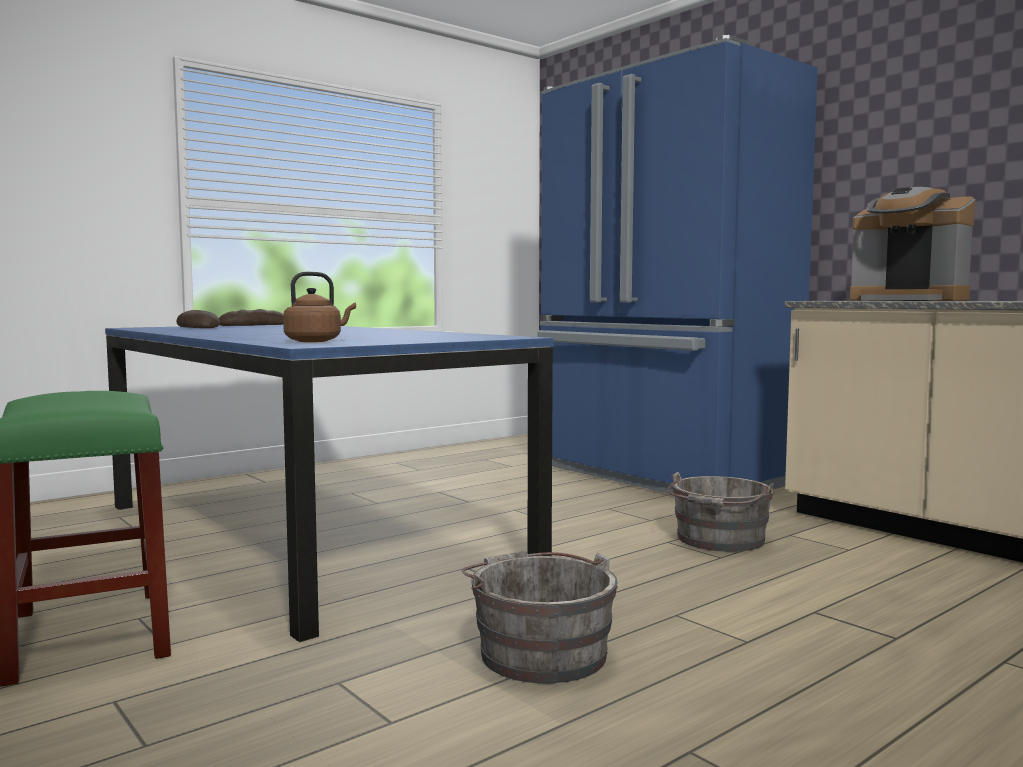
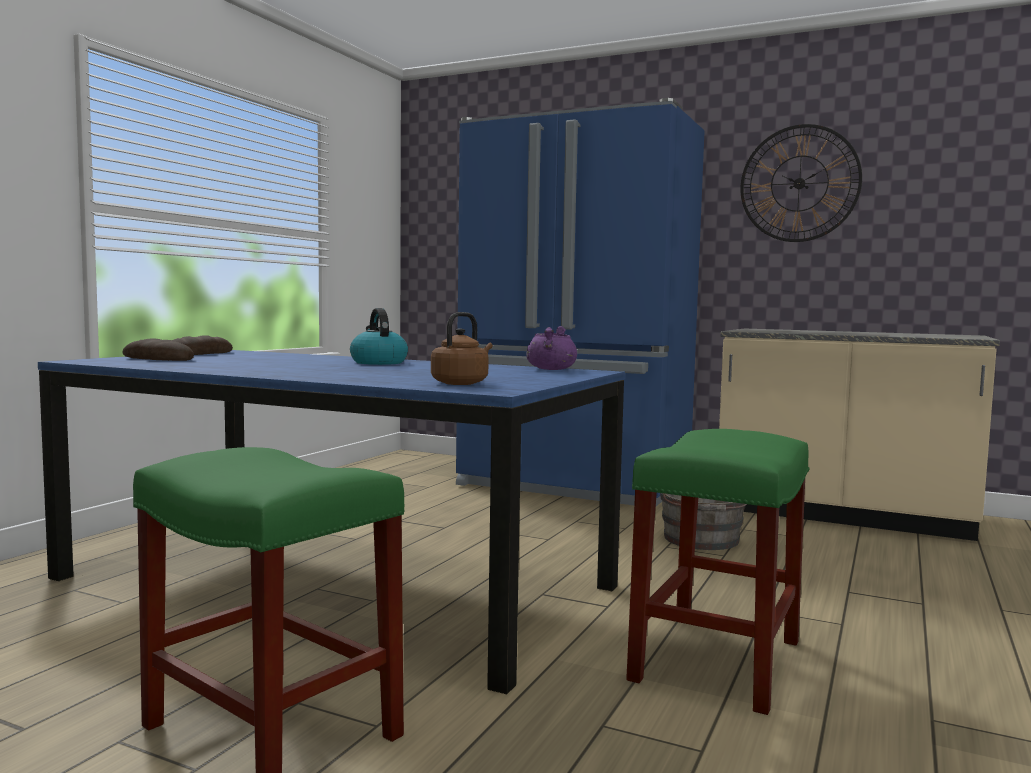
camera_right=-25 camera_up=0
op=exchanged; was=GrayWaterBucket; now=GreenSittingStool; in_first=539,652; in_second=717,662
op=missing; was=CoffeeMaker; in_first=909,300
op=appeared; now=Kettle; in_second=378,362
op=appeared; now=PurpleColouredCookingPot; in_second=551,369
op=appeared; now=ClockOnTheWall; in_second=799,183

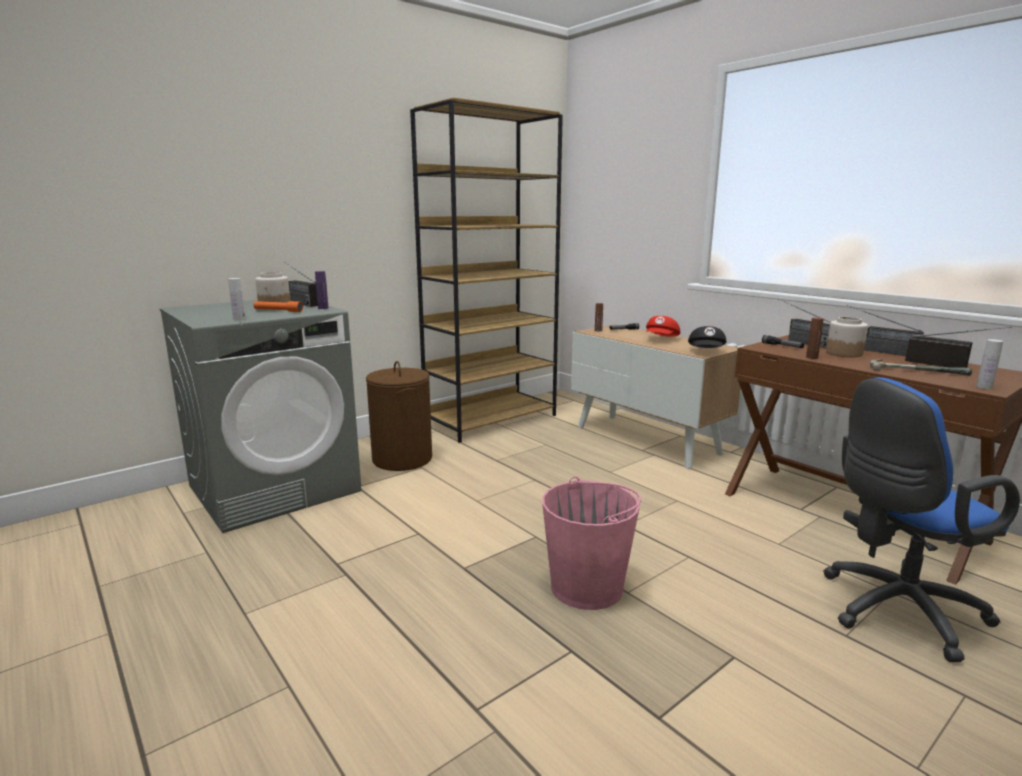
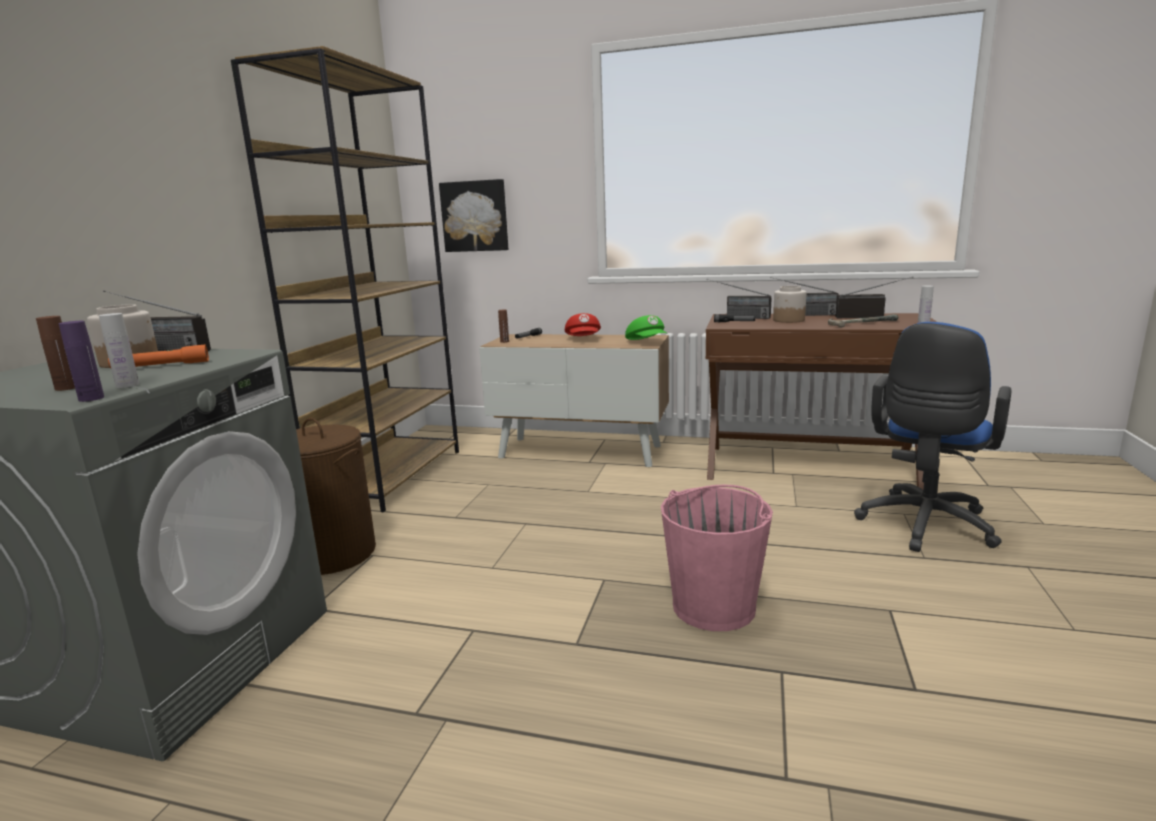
camera_right=-35 camera_up=0
op=relocated; was=PurpleColouredBottle; in_first=323,308; in_second=91,398
op=colour; was=BlackPeakedCap; now=GreenPeakedCap; in_first=707,352; in_second=647,342
op=relocated; was=BrownBottle; in_first=812,357; in_second=67,388
op=appeared; now=WallPicture; in_second=475,216

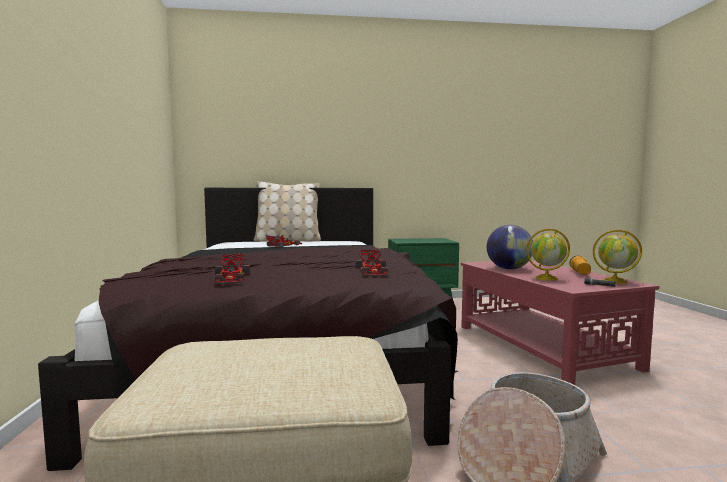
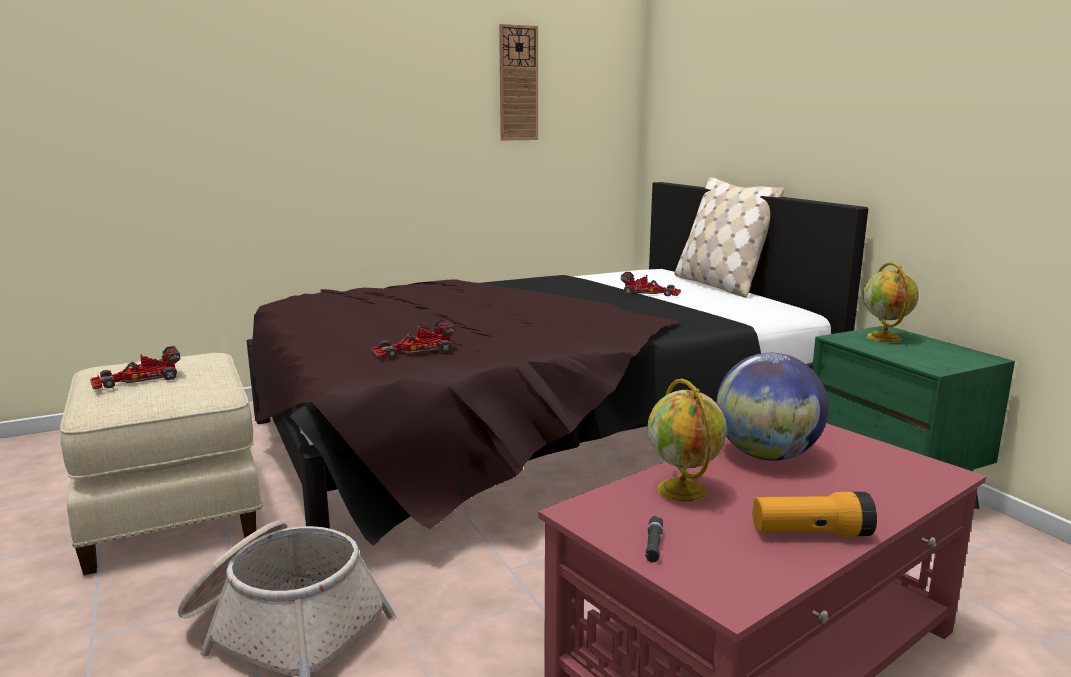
camera_right=70 camera_up=10
op=relocated; was=MiniatureCar; in_first=231,277; in_second=137,378
op=relocated; was=WorldGlobe; in_first=615,281; in_second=885,338
op=appeared; now=ClockOnTheWall; in_second=518,83

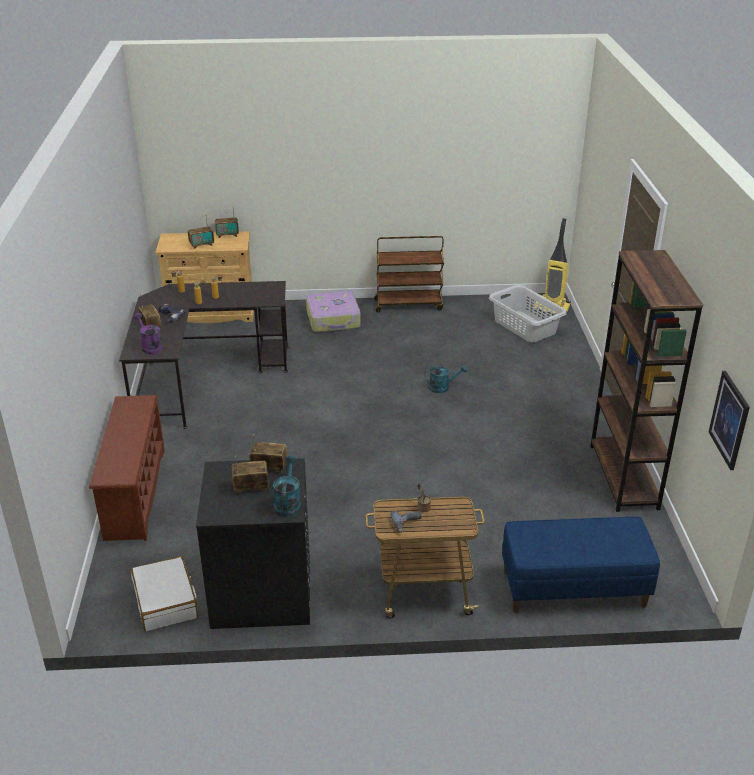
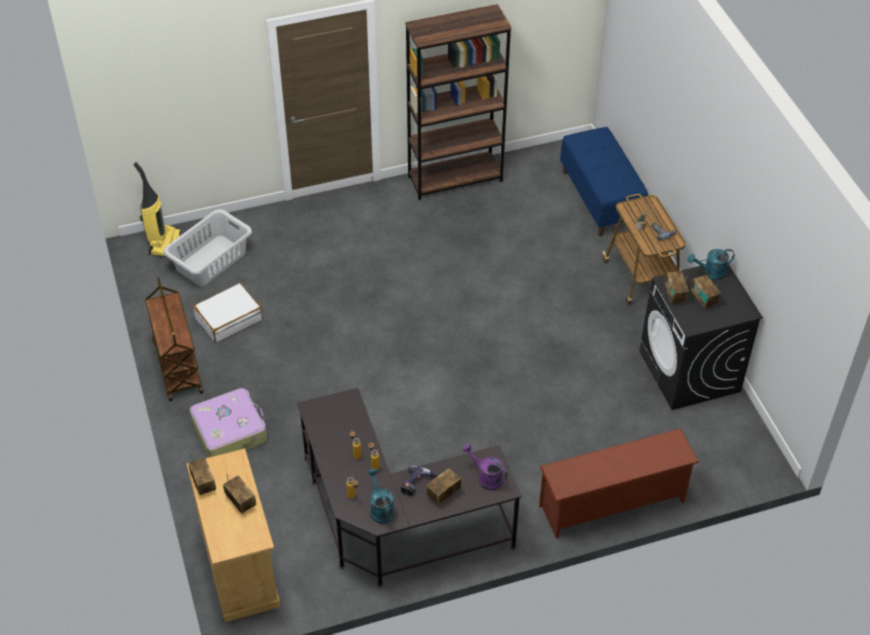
camera_right=-105 camera_up=15
op=relocated; was=WhitePieceOfLuggage; in_first=166,601; in_second=228,319
op=spun; was=PurpleColouredWateringPot; in_first=150,346; in_second=486,478; clockwise=90
op=relocated; was=TurquoiseWateringPot; in_first=442,387; in_second=380,508
op=missing; was=WallPicture; in_first=729,420

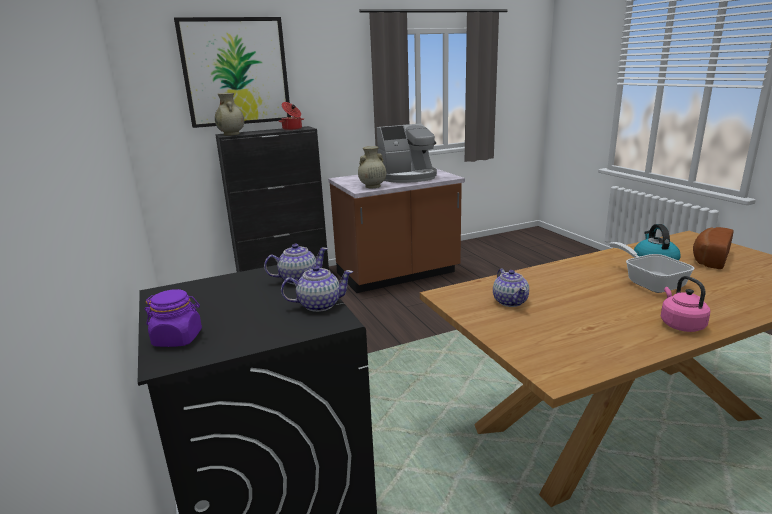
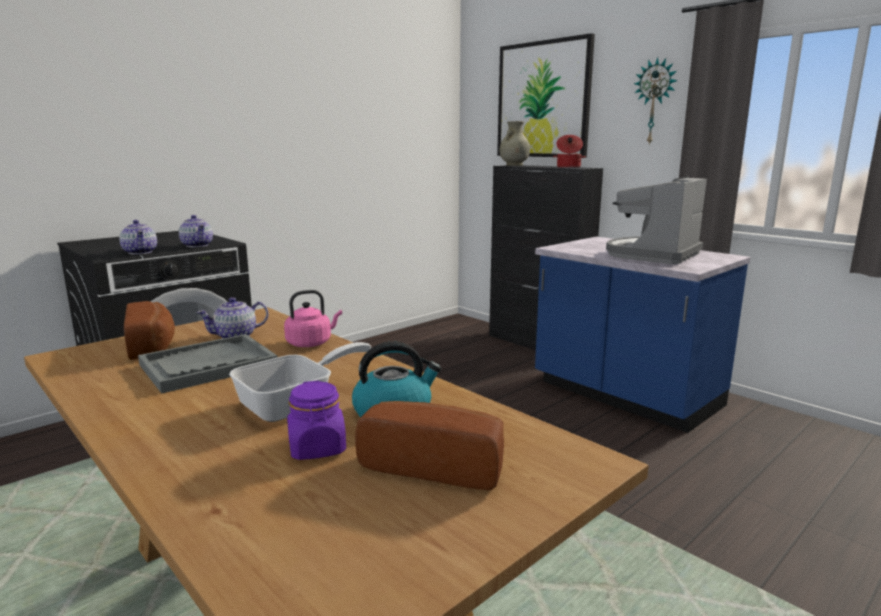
camera_right=70 camera_up=-5
op=relocated; was=PurpleColouredJar; in_first=178,338; in_second=317,448
op=colour; was=BrownCounter; now=BluishCounter; in_first=398,274; in_second=625,395
op=missing; was=SandColouredFlowerVase; in_first=372,186
op=spun; was=CoffeeMaker; in_first=407,177; in_second=652,255; clockwise=75
op=relocated; was=PinkColouredKettle; in_first=680,324; in_second=311,343
op=appeared; now=Bread; in_second=153,345
op=appeared; now=GrayTray; in_second=208,365
op=appeared; now=ClockOnTheWall; in_second=655,102

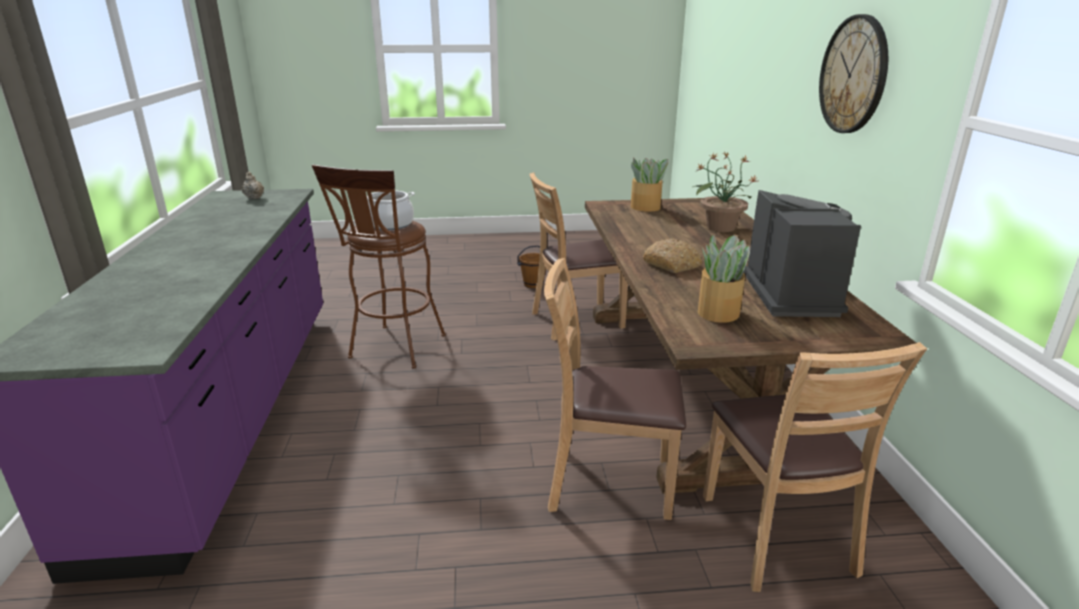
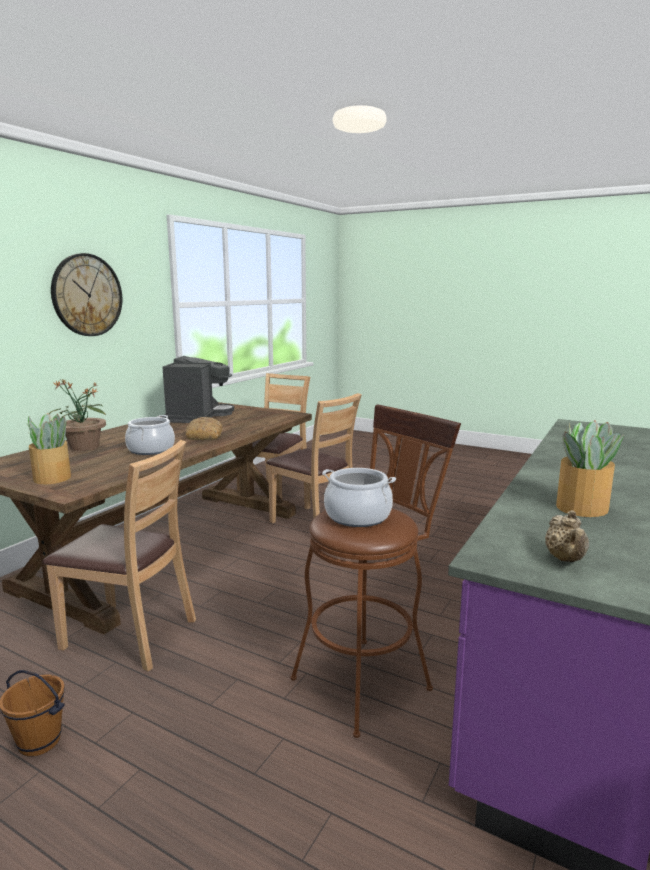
camera_right=-145 camera_up=-10
op=relocated; was=Houseplant; in_first=719,312; in_second=580,507
op=spun; was=CoffeeMaker; in_first=793,295; in_second=197,416; clockwise=150
op=appeared; now=CookingPot; in_second=151,450

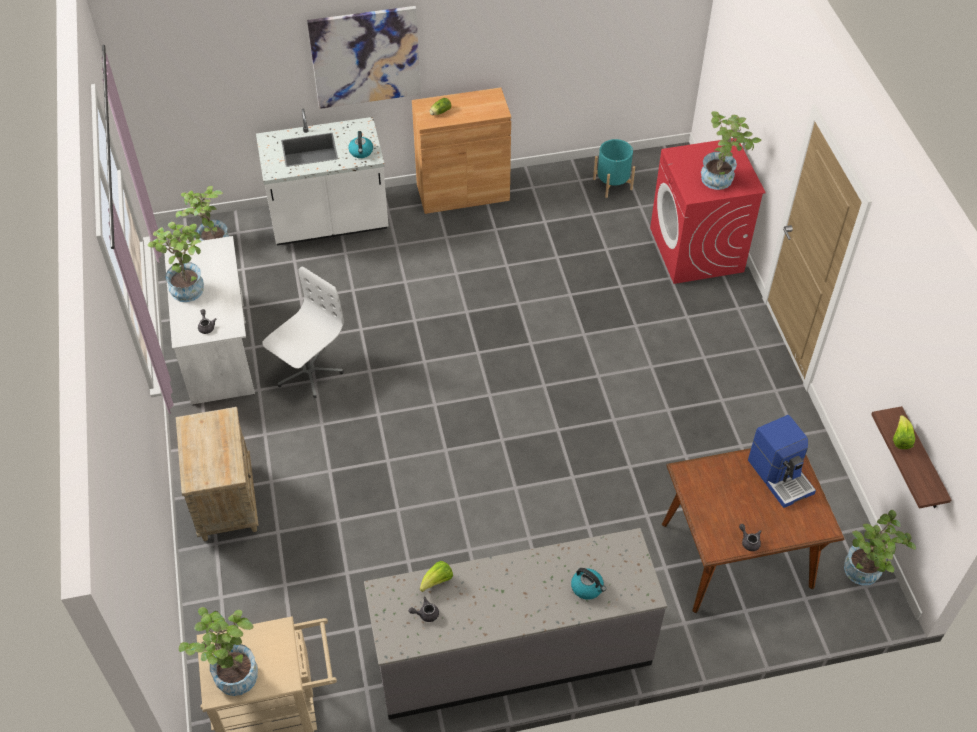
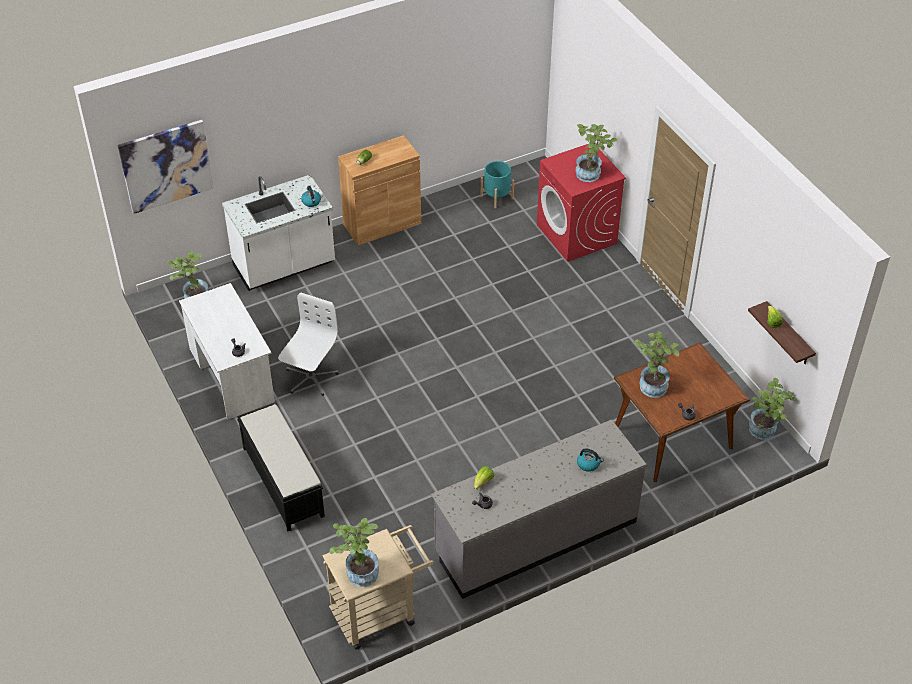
camera_right=-15 camera_up=-5
op=relocated; was=Houseplant; in_first=189,286; in_second=652,384
op=exchanged; was=SandColouredNightstand; now=BlackBench; in_first=226,501; in_second=282,481
op=relocated; was=WallPicture; in_first=365,57; in_second=166,166
op=missing; was=CoffeeMaker; in_first=780,475

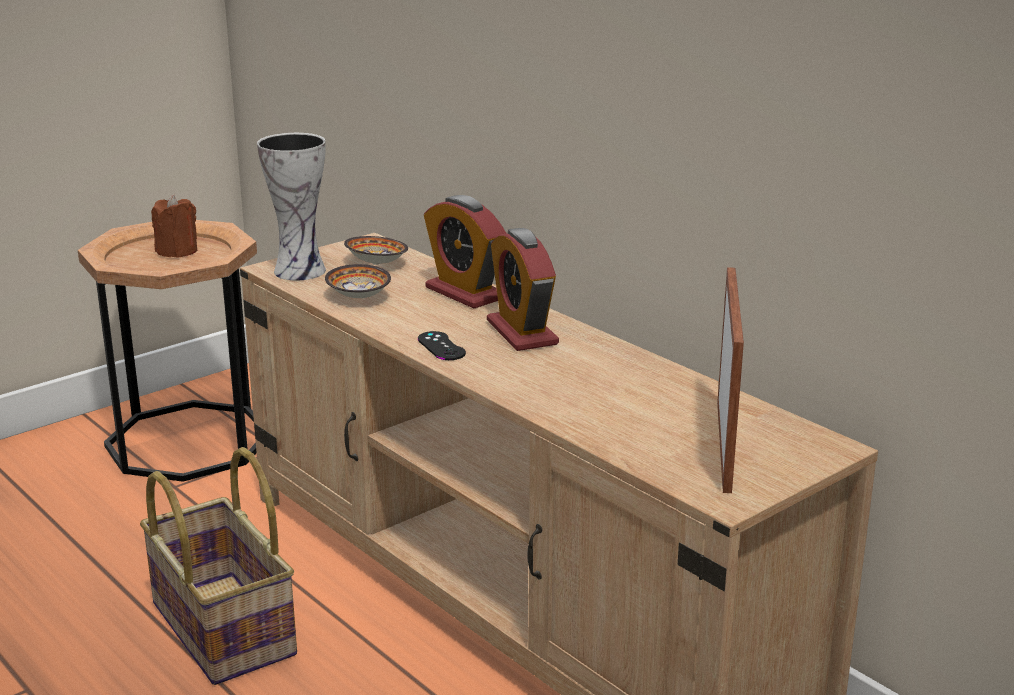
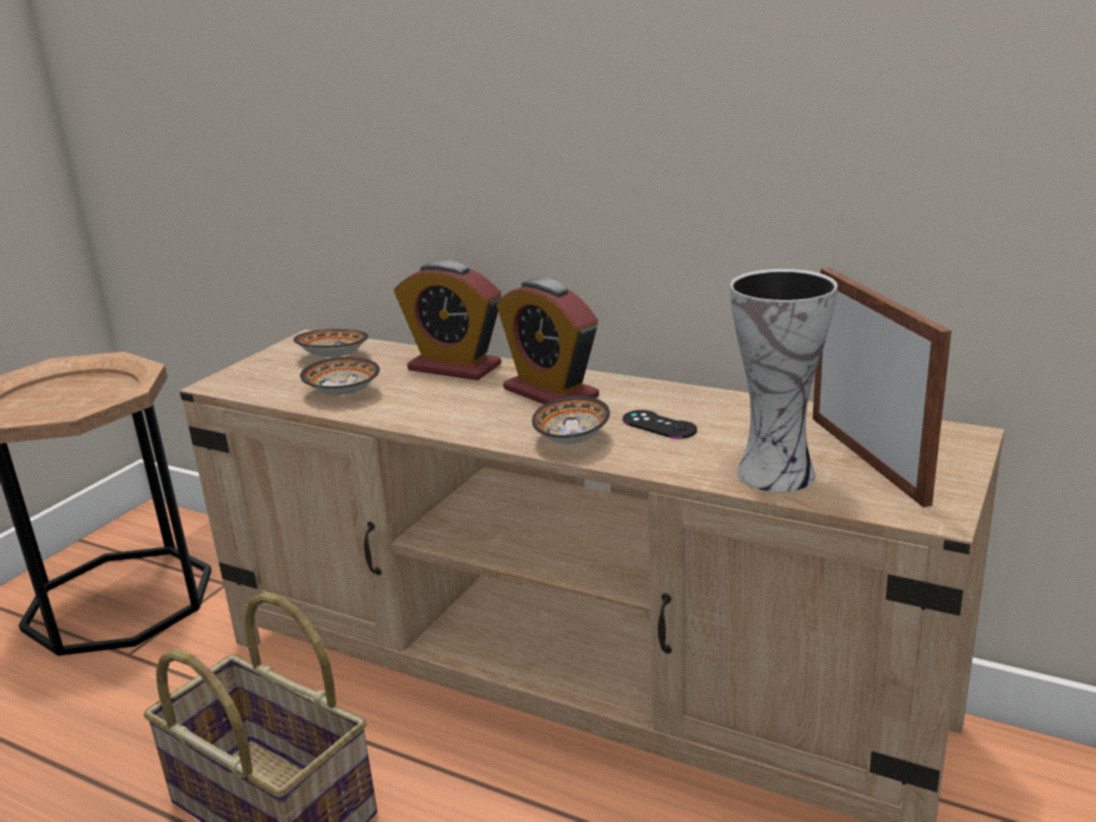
camera_right=-20 camera_up=0
op=missing; was=BrownWaxCandle; in_first=177,251
op=relocated; was=FlowerVase; in_first=301,270; in_second=775,471
op=relocated; was=BlackGameController; in_first=441,346; in_second=659,425
op=appeared; now=DeepDish; in_second=572,440

